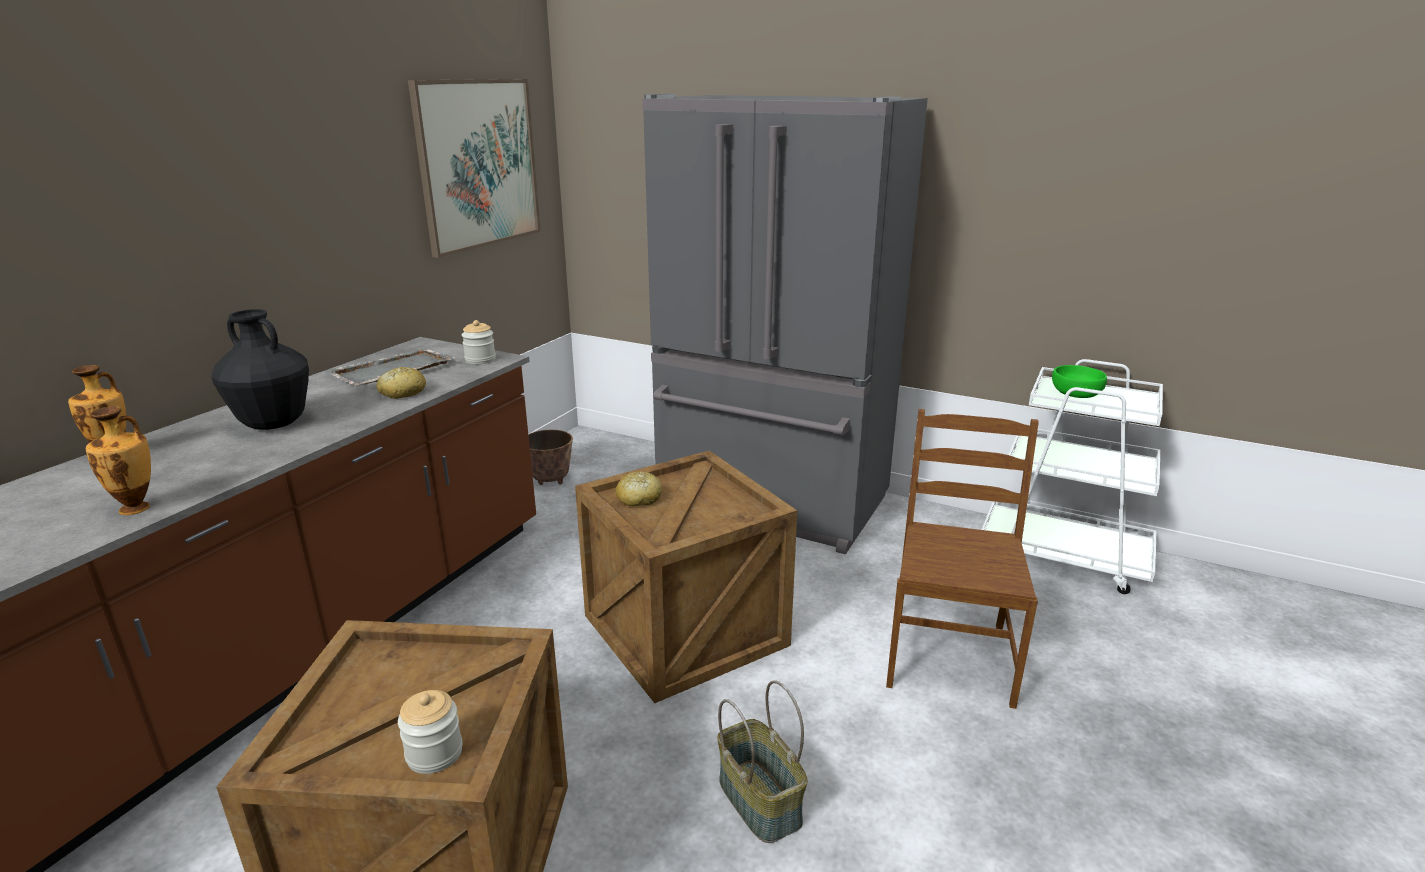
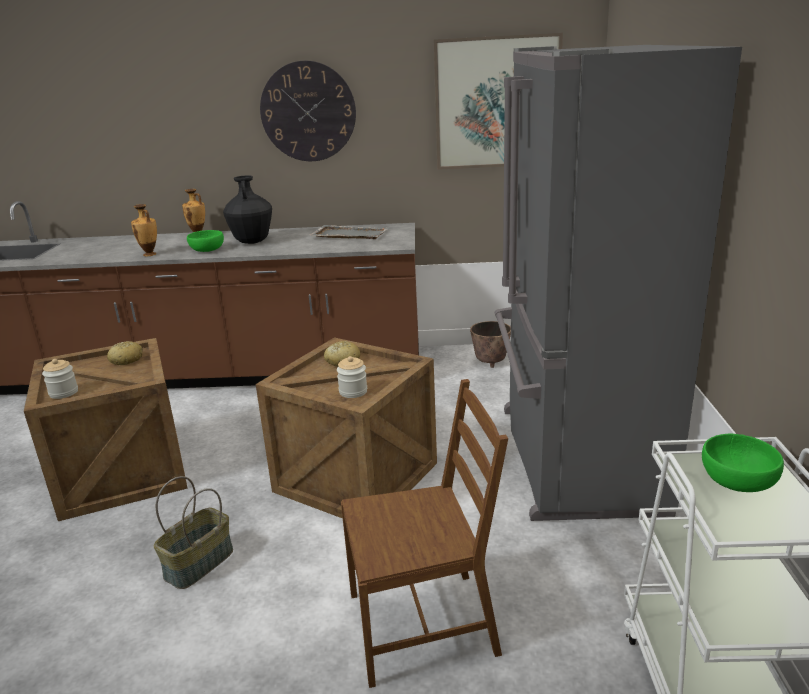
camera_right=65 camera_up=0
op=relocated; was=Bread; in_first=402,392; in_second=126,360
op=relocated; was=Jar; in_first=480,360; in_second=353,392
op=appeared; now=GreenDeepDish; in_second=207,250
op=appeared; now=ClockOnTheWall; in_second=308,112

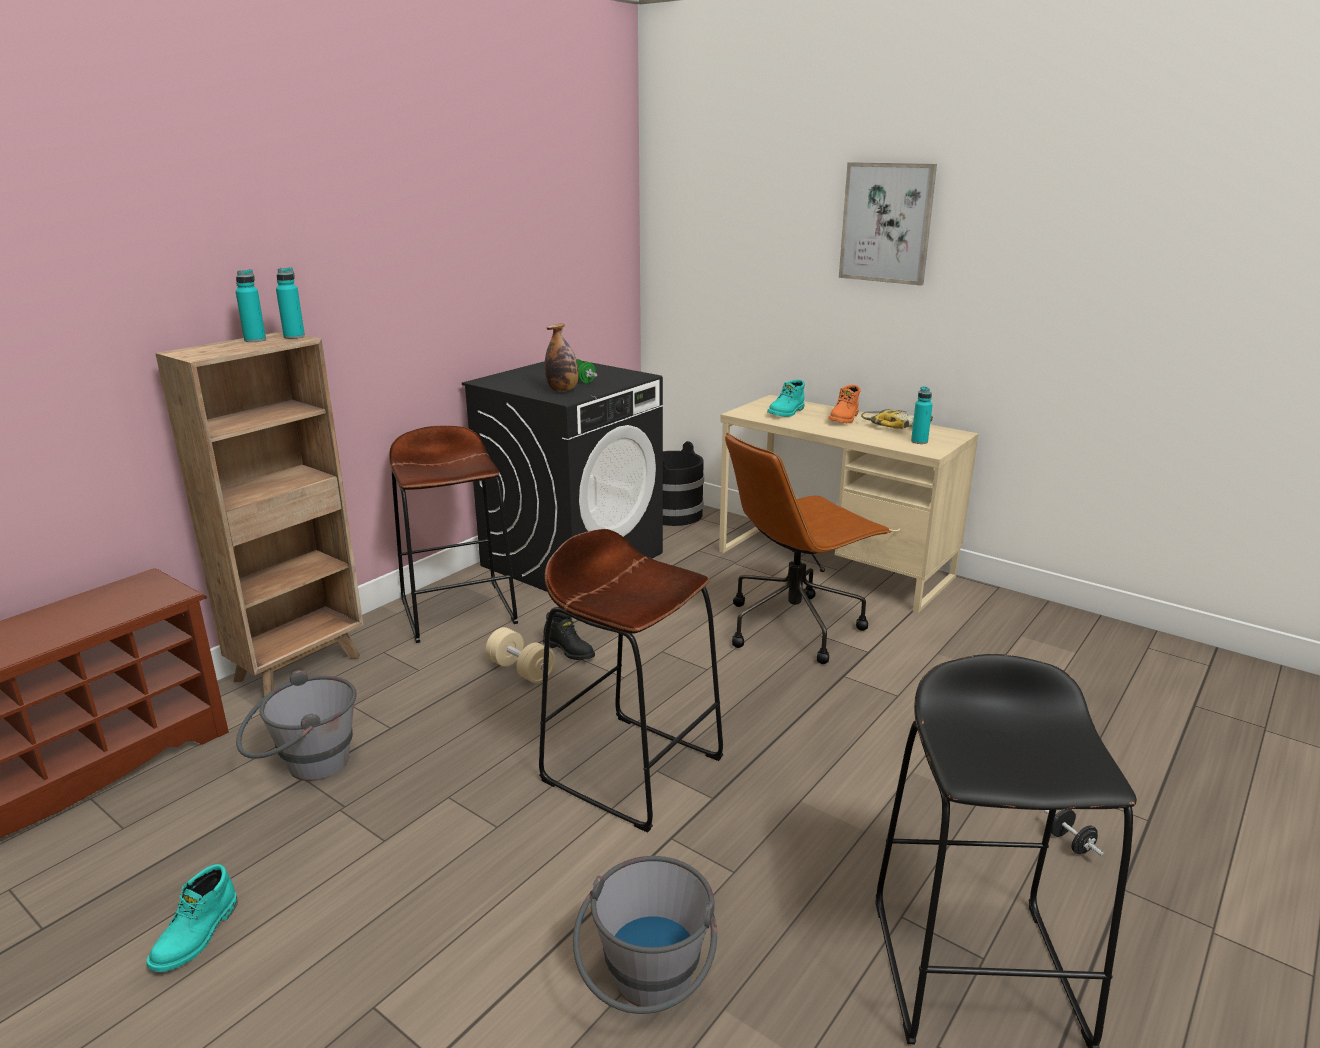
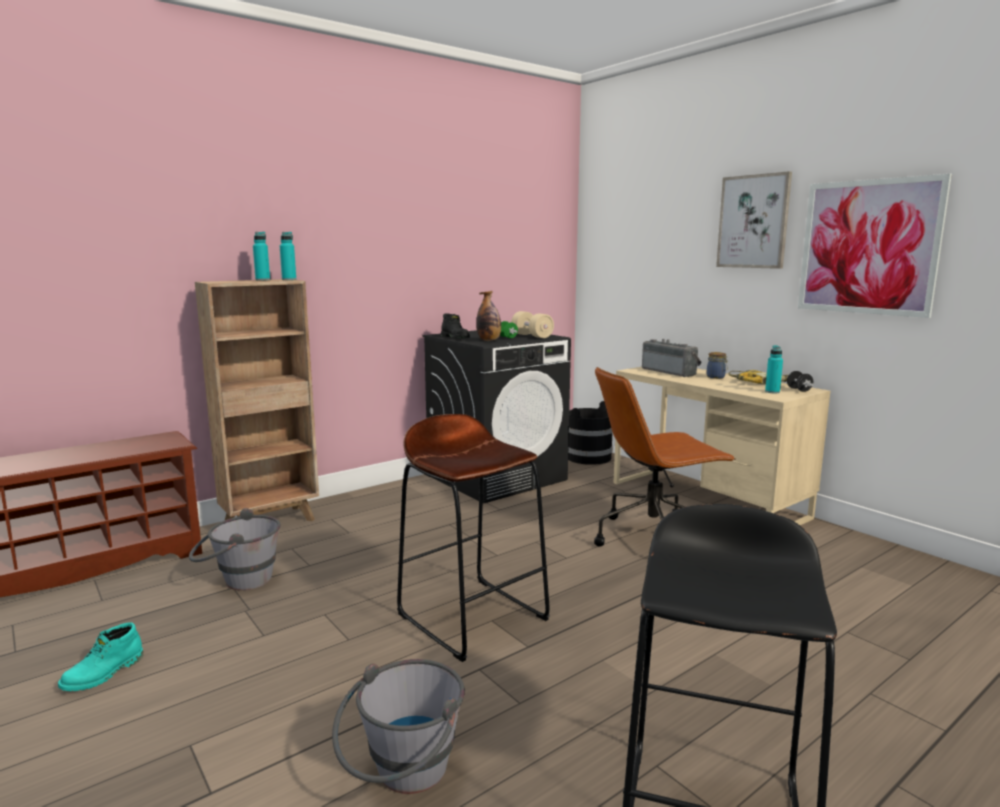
camera_right=15 camera_up=-10
op=missing; was=BrownSittingStool; in_first=458,610
op=relocated; was=SandColouredDumbbell; in_first=521,670; in_second=532,336
op=relocated; was=BlackTallBoot; in_first=570,650; in_second=455,338
op=exchanged; was=TurquoiseTallBoot; now=RadioSet; in_first=787,412; in_second=670,372
op=exchanged; was=OrangeTallBoot; now=Jar; in_first=844,419; in_second=716,377
op=relocated; was=BlackDumbbell; in_first=1070,843; in_second=799,390
op=appeared; now=WallPicture; in_second=868,247

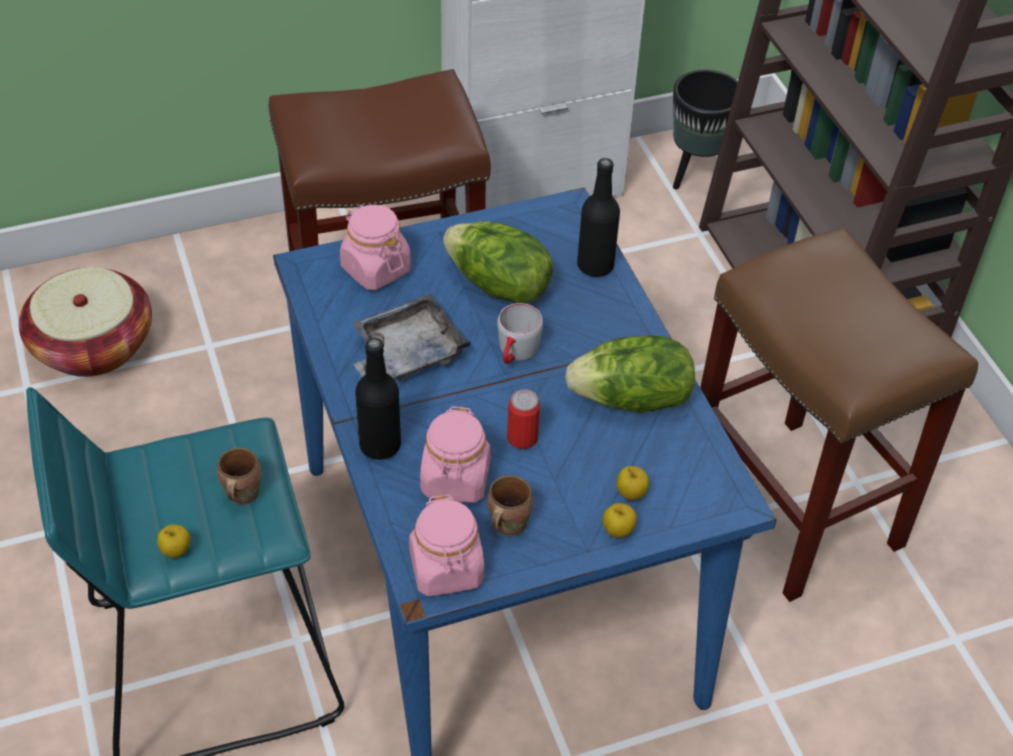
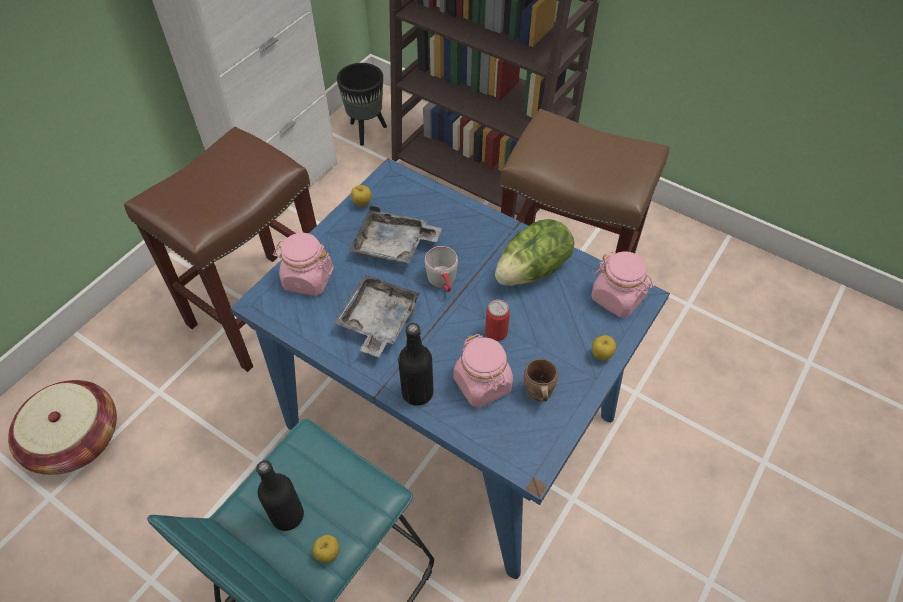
camera_right=-35 camera_up=5
op=missing; was=BrownMug; in_first=240,494
op=relocated; was=PinkColouredJar; in_first=446,569; in_second=618,298
op=exchanged; was=HeadOfLettuce; now=GrayTray; in_first=498,285; in_second=393,246
op=relocated; was=BlackBottle; in_first=595,265; in_second=287,515
op=relocated; was=Apple; in_first=630,495; in_second=362,204

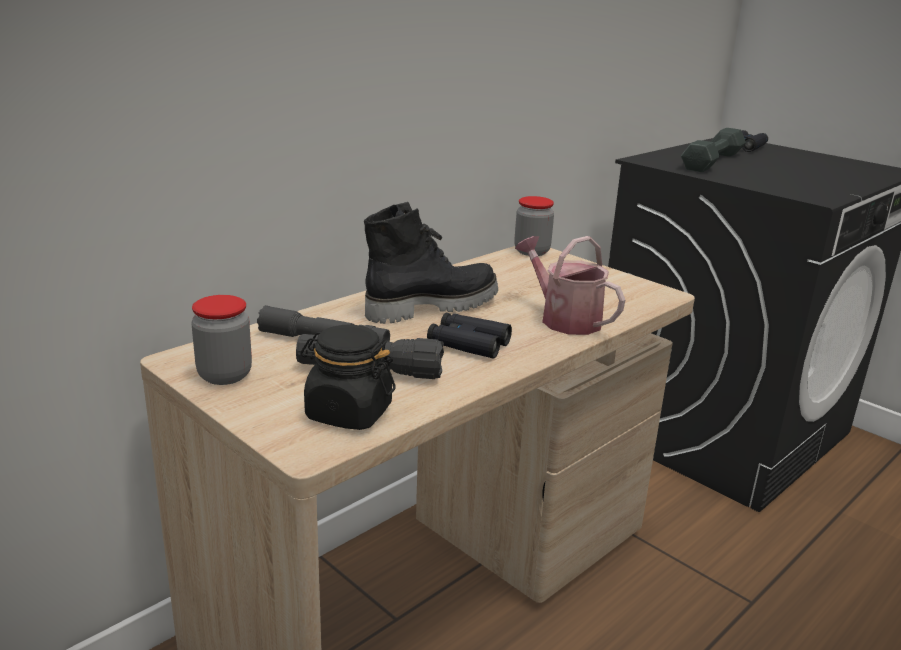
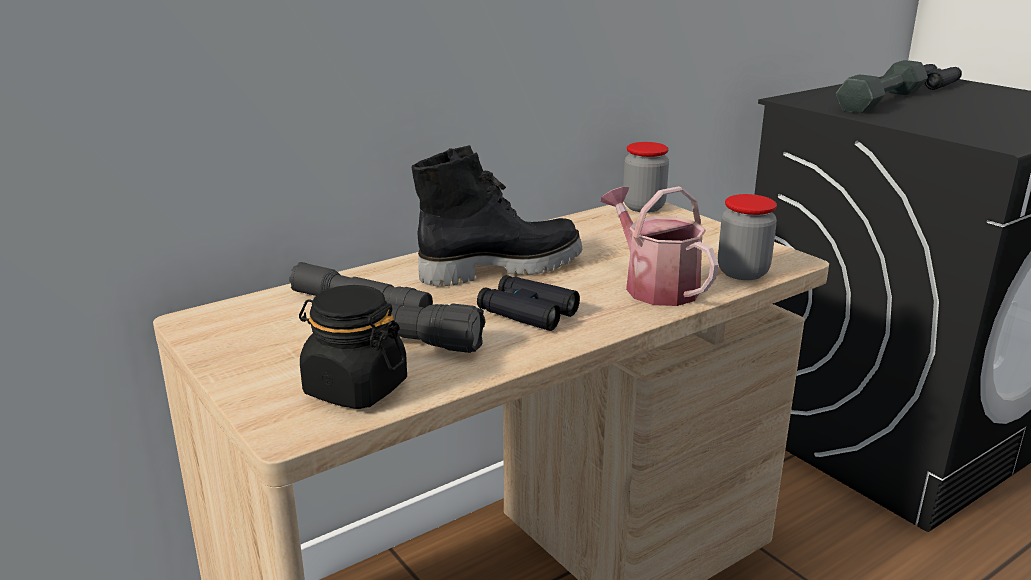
camera_right=10 camera_up=0
op=relocated; was=Jar; in_first=224,375; in_second=742,272

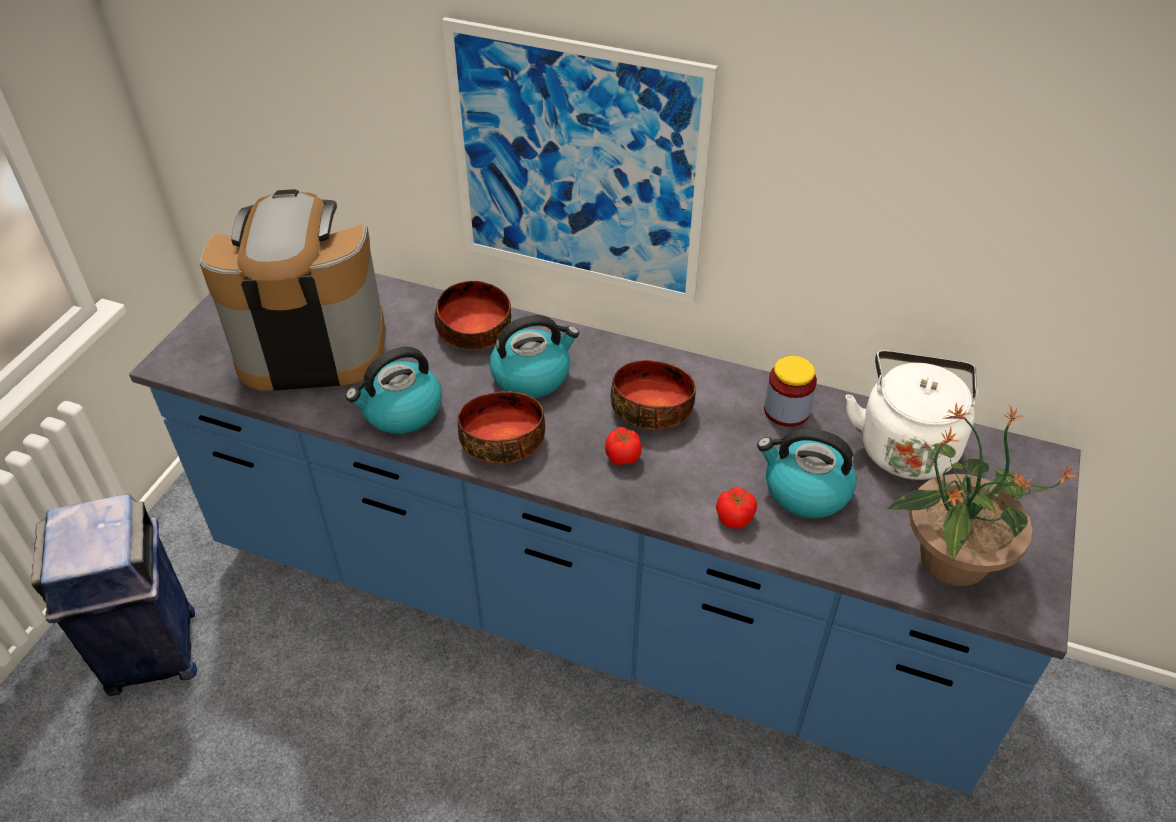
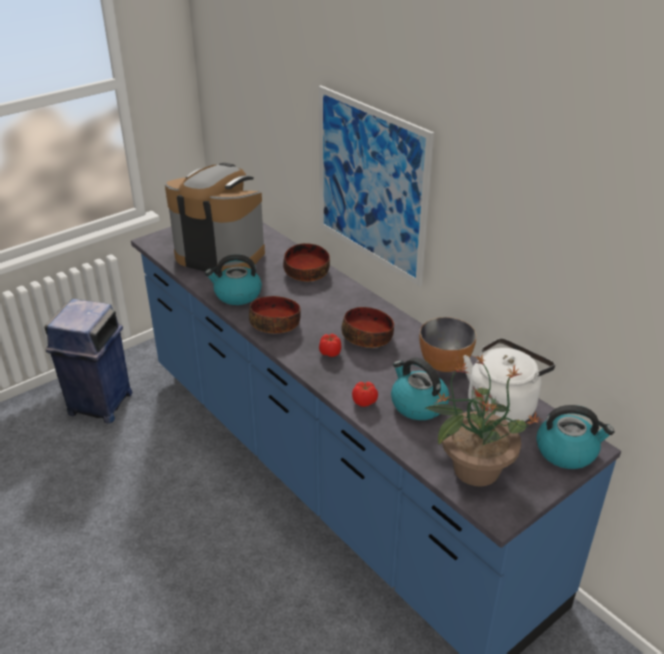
camera_right=30 camera_up=-10
op=relocated; was=Kettle; in_first=532,375; in_second=567,451
op=exchanged; was=Jar; now=DeepDish; in_first=786,411; in_second=444,364

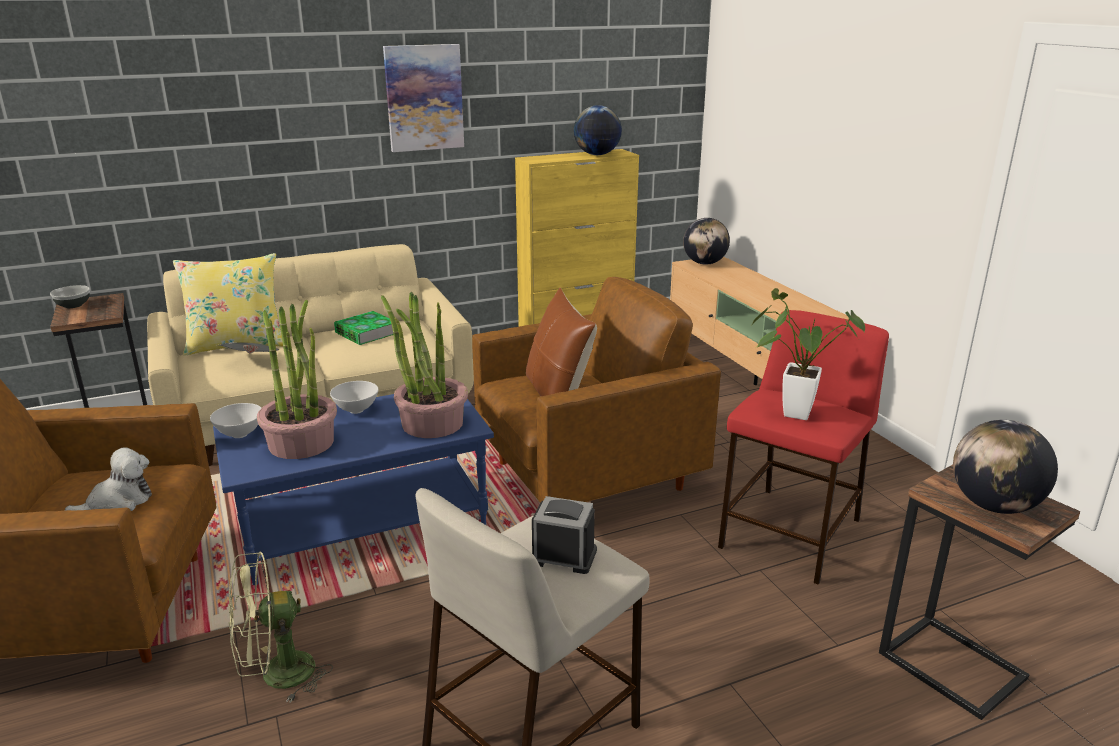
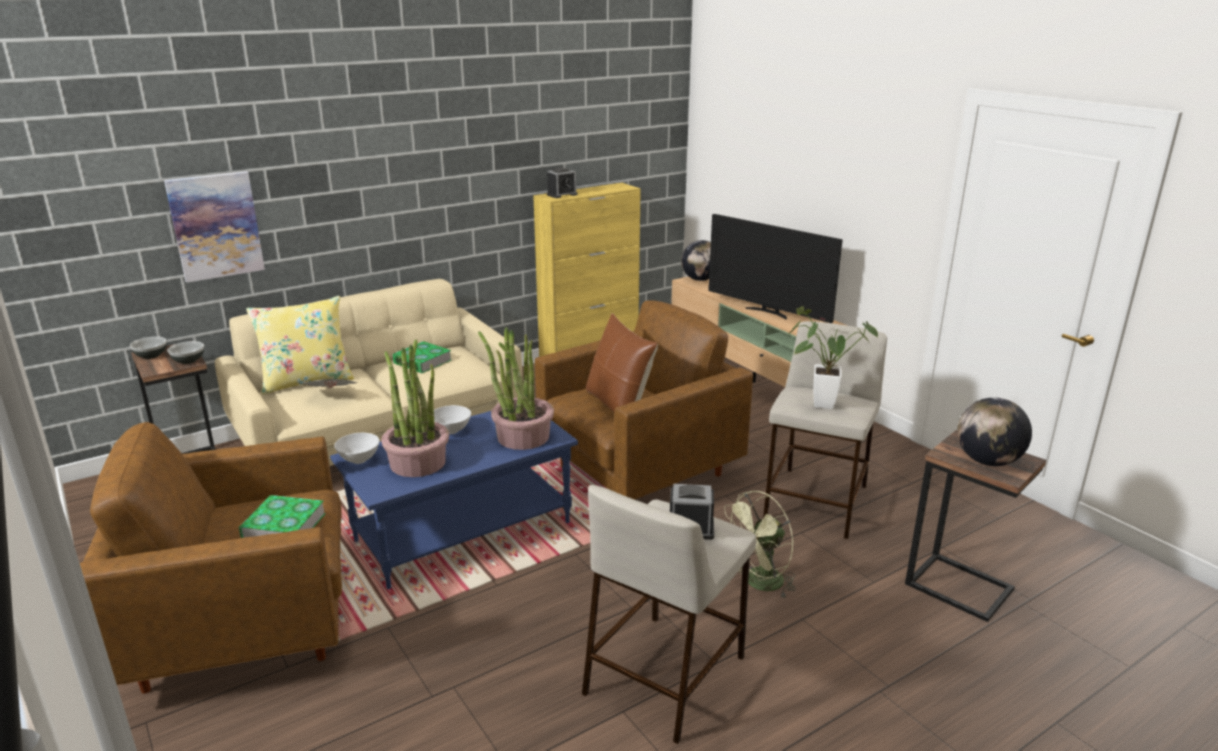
camera_right=-10 camera_up=0
op=exchanged; was=SoftToy; now=Book; in_first=118,502; in_second=284,526
op=relocated; was=GreenElectricFan; in_first=276,676; in_second=759,584
op=relocated; was=WallPicture; in_first=424,98; in_second=216,226
op=missing; was=WorldGlobe; in_first=597,155
op=colour; was=ReddishSittingStool; now=SandColouredSittingStool; in_first=790,534; in_second=816,503
op=appeared; now=DeepDish; in_second=188,361
op=appeared; now=BedsideClock; in_second=562,195
op=appeared; now=Television; in_second=768,312

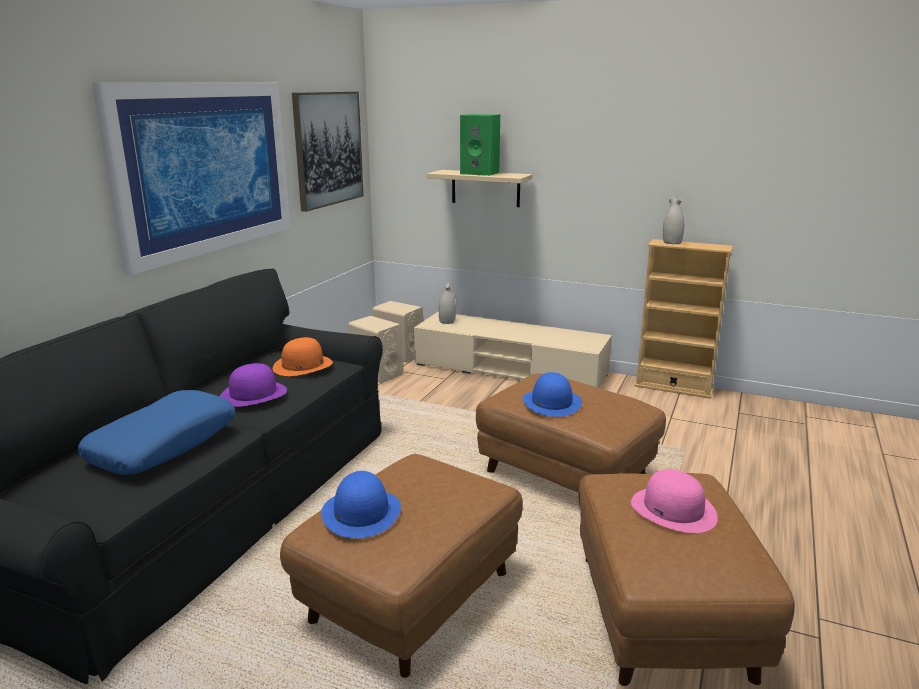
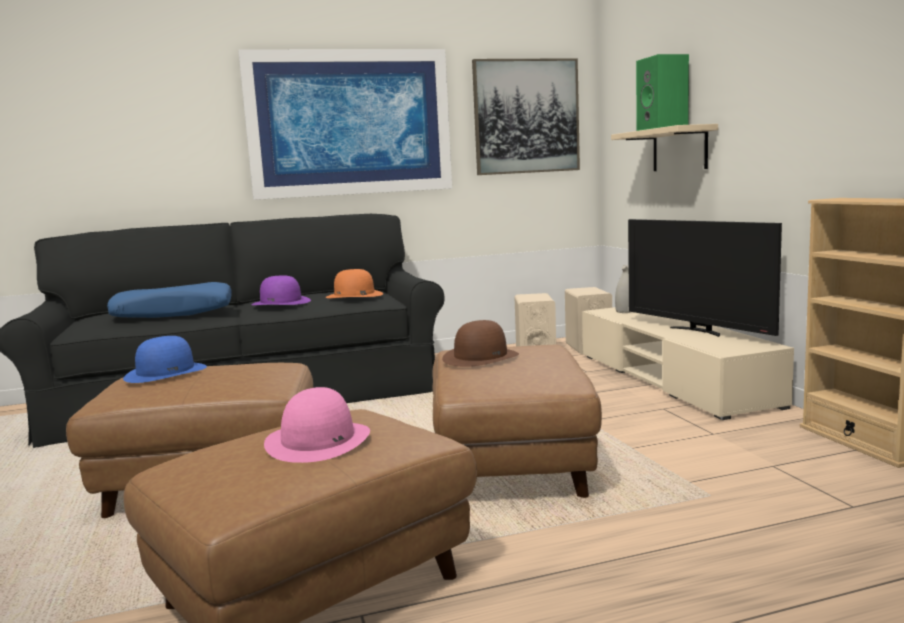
camera_right=50 camera_up=-10
op=colour; was=BluishClothingHat; now=BrownClothingHat; in_first=551,402; in_second=480,357
op=missing; was=WhiteFlowerVase; in_first=671,242
op=appeared; now=Television; in_second=698,331

